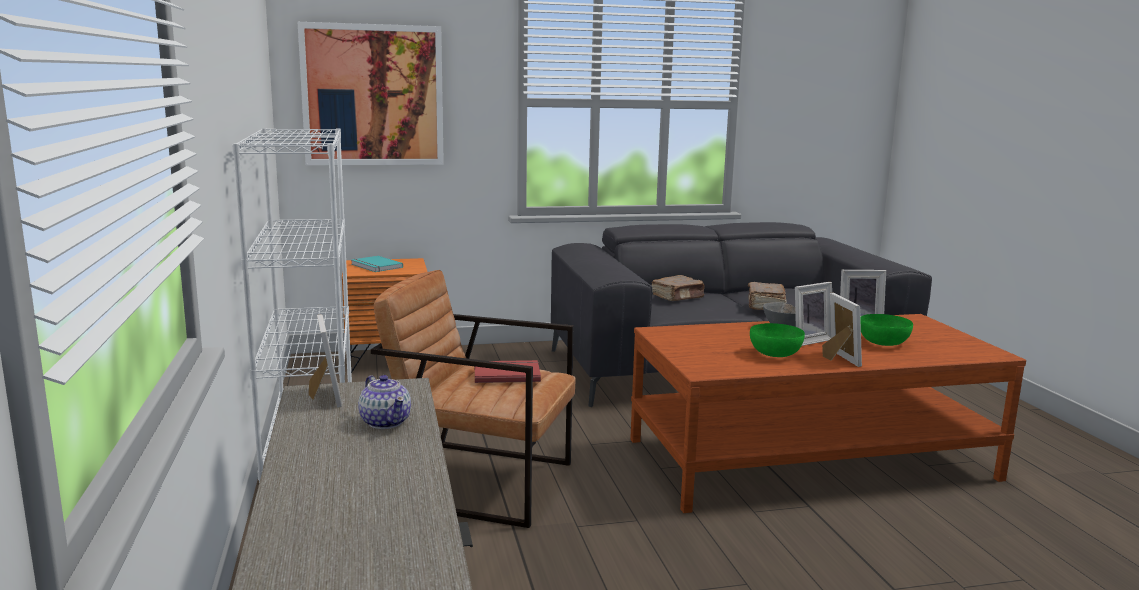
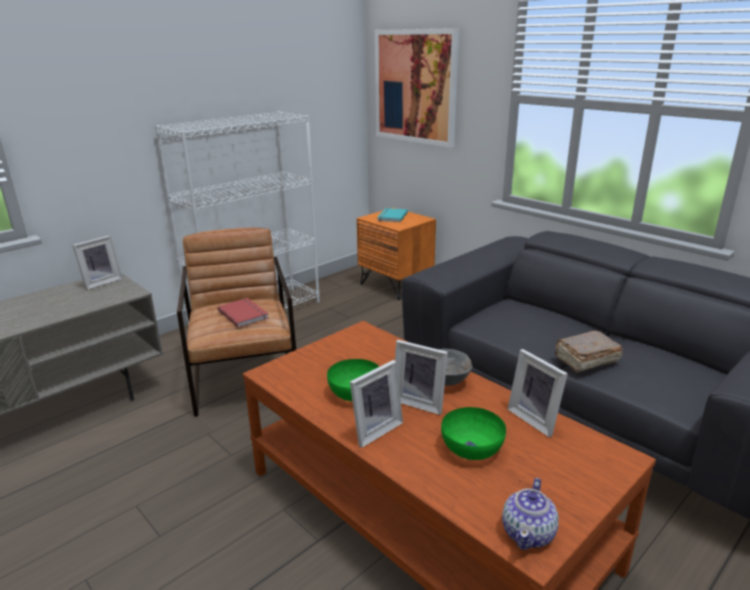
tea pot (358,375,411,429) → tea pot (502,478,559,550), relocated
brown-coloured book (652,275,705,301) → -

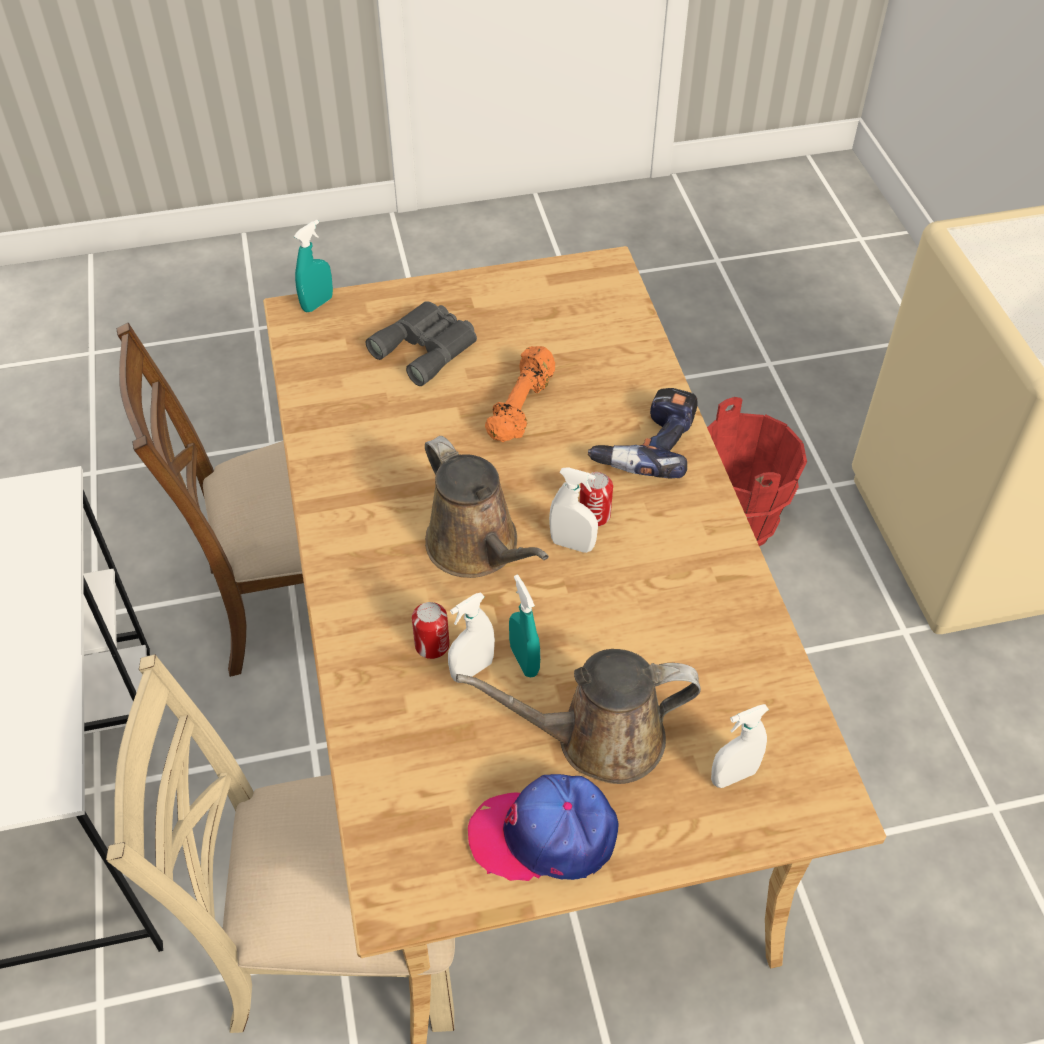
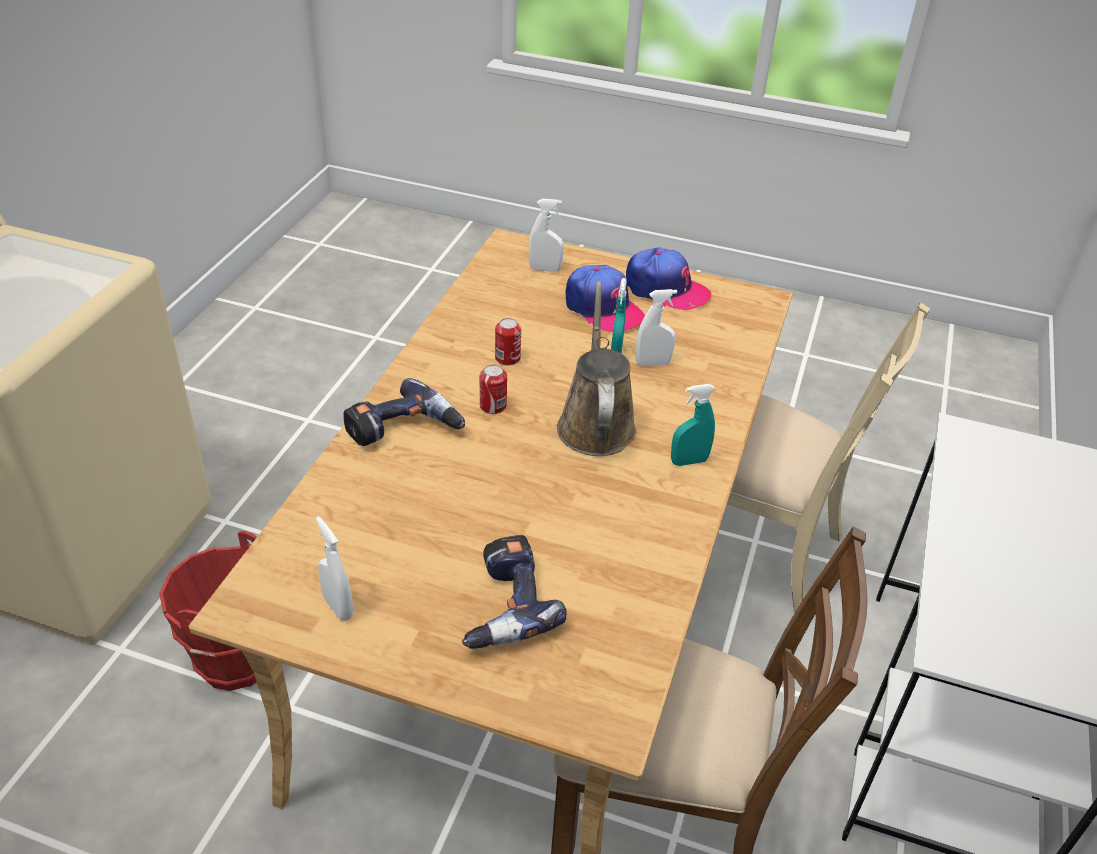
blue-green hand sprayer (294,220,333,312) → blue-green hand sprayer (671,384,715,466), relocated
gray pair of binoculars (366,301,477,386) → electric drill (462,535,567,649)
metal can (412,602,449,659) → metal can (495,318,521,366), relocated
brown-coloured watering can (456,649,701,784) → peaked cap (566,265,645,332)
orange-coloured dumbbell (485,346,555,442) → -
whitish hand sprayer (549,467,598,553) → whitish hand sprayer (316,516,353,621), relocated

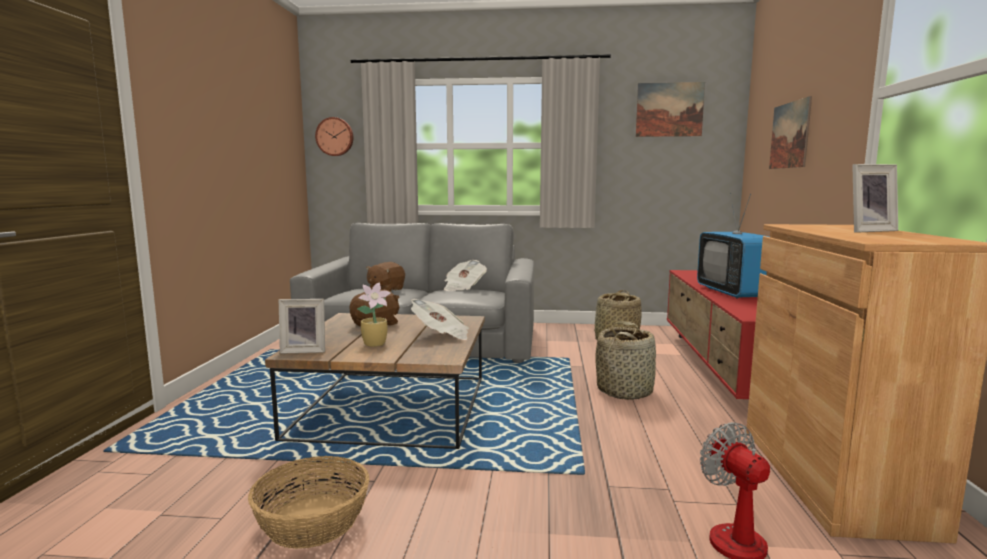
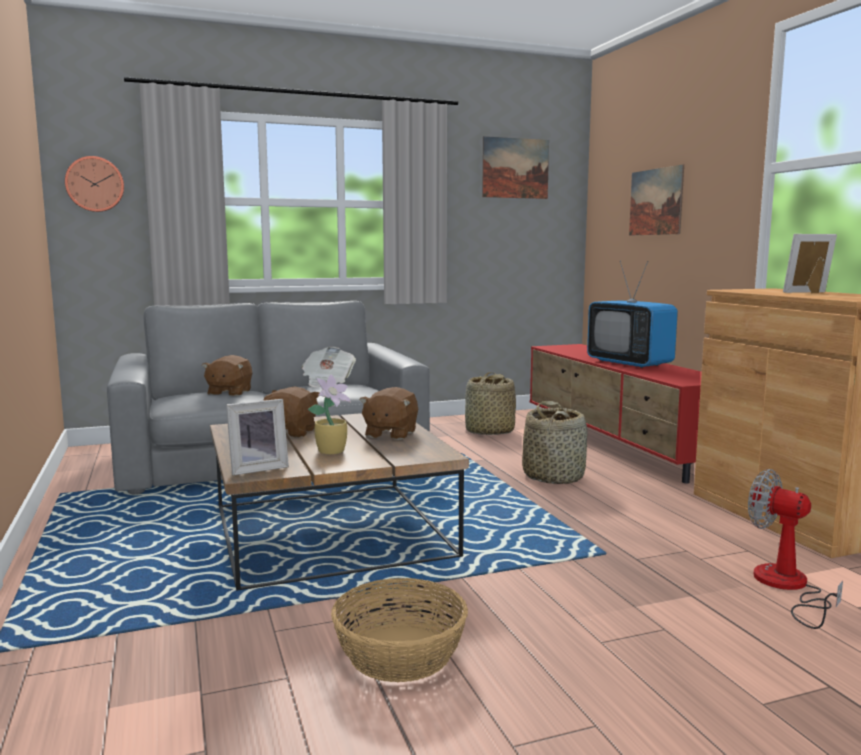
newspaper (411,299,469,340) → brown-coloured cuddly toy (359,387,418,440)
photo frame (852,164,898,233) → photo frame (783,234,837,293), 150 degrees counterclockwise

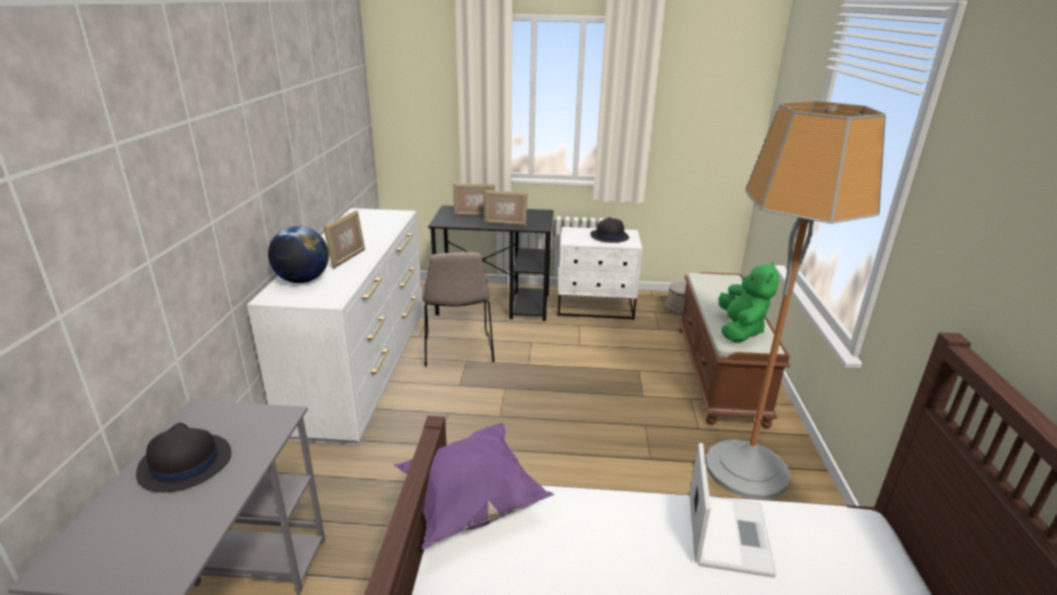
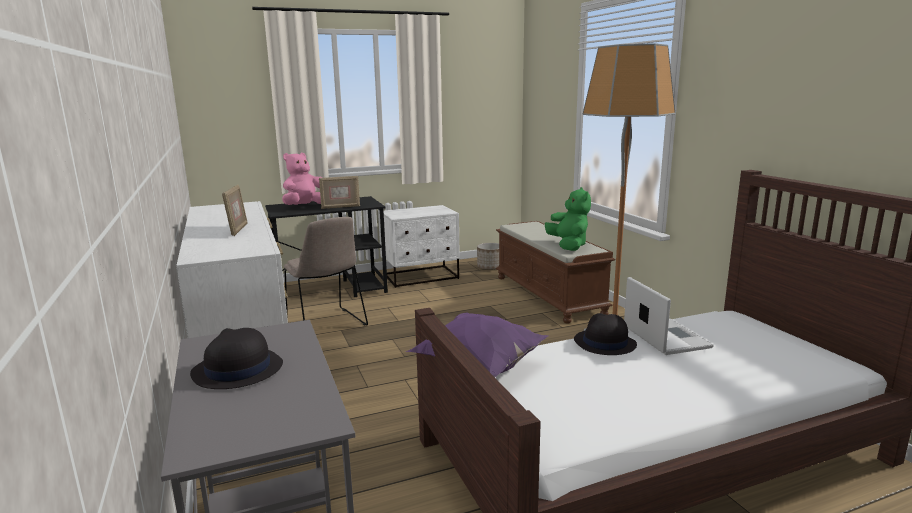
world globe (268,226,329,283) → -
photo frame (453,183,495,216) → pink-coloured cuddly toy (282,153,323,205)
black-coloured wearable hat (590,217,629,243) → black-coloured wearable hat (574,313,637,355), relocated

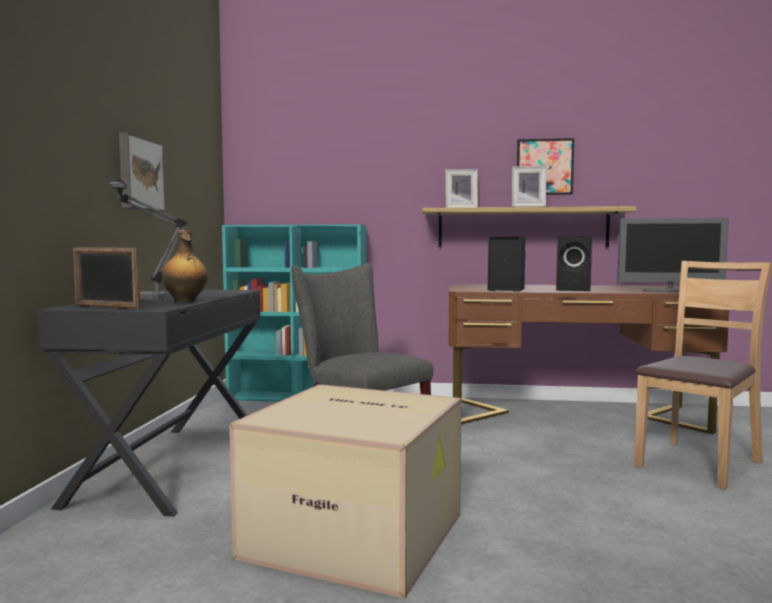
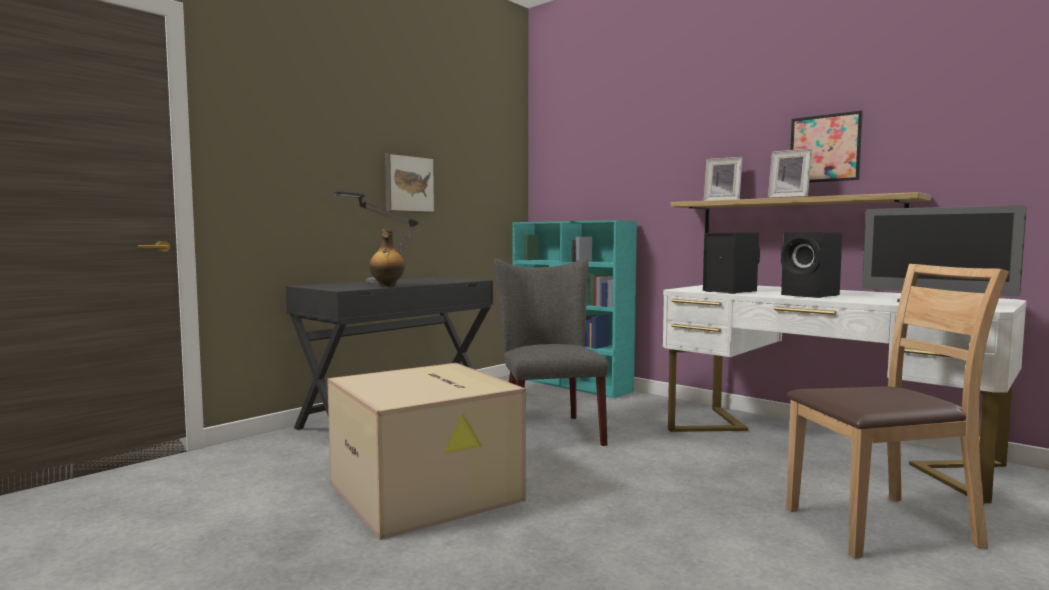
photo frame (73,247,141,309) → -
brown-coloured desk table (448,284,729,434) → whitish desk table (663,285,1027,503)

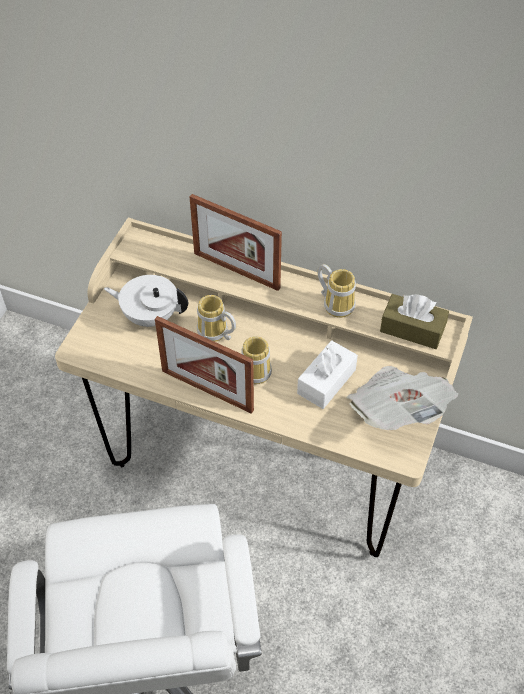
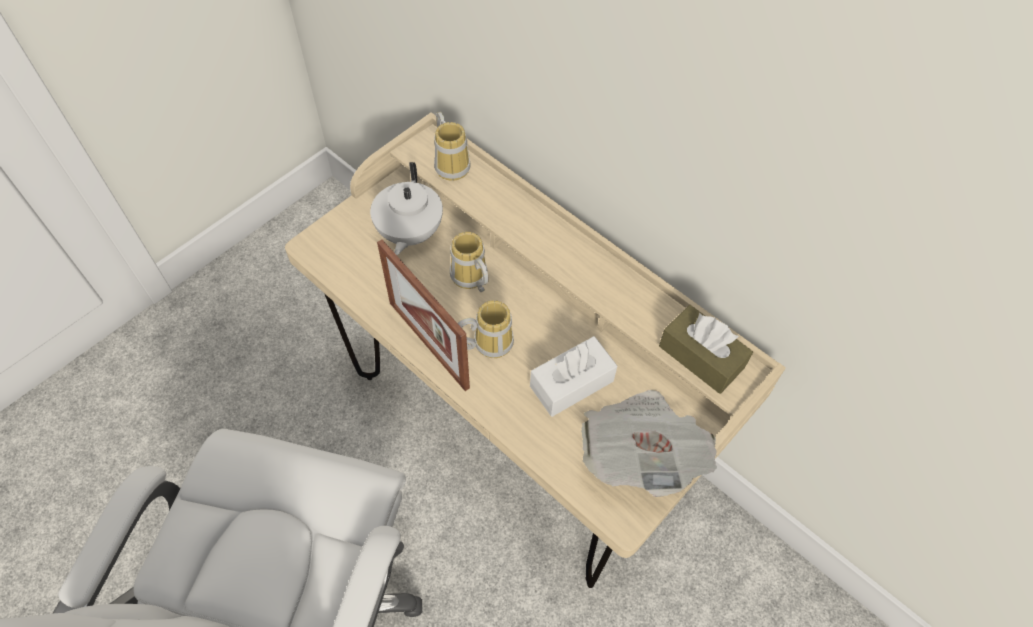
whitish tea pot (104,275,188,327) → whitish tea pot (370,162,443,255), 120 degrees counterclockwise
photo frame (189,194,282,291) → -
coffee mug (317,264,356,318) → coffee mug (434,112,471,181), relocated

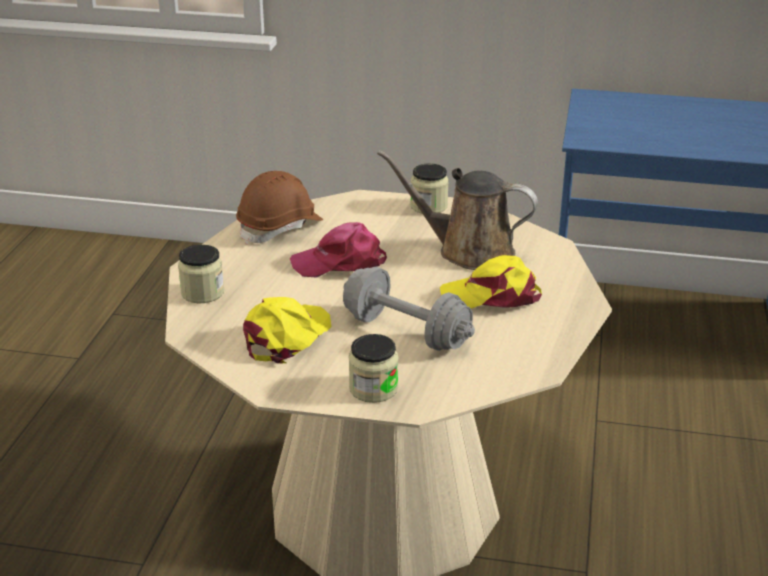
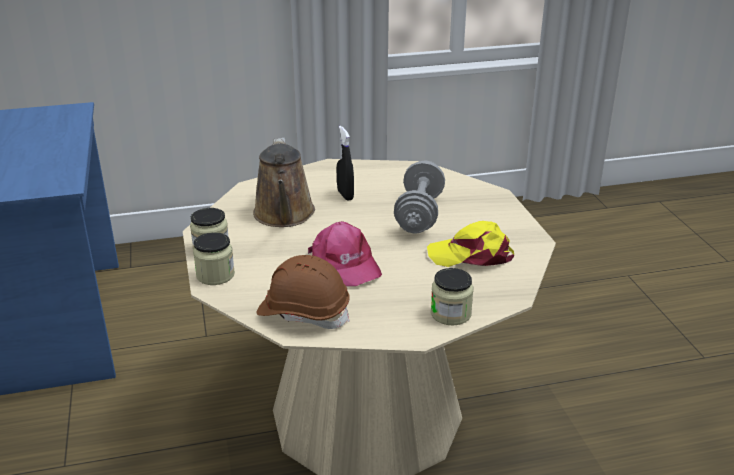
preserve jar (349,334,399,403) → preserve jar (193,232,235,285), relocated
yellow-coloured peaked cap (440,255,542,309) → black-coloured hand sprayer (337,126,354,201)

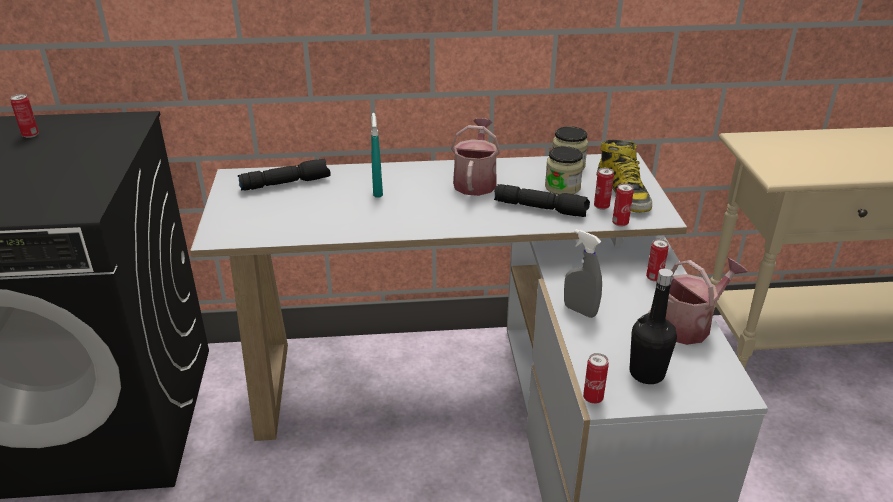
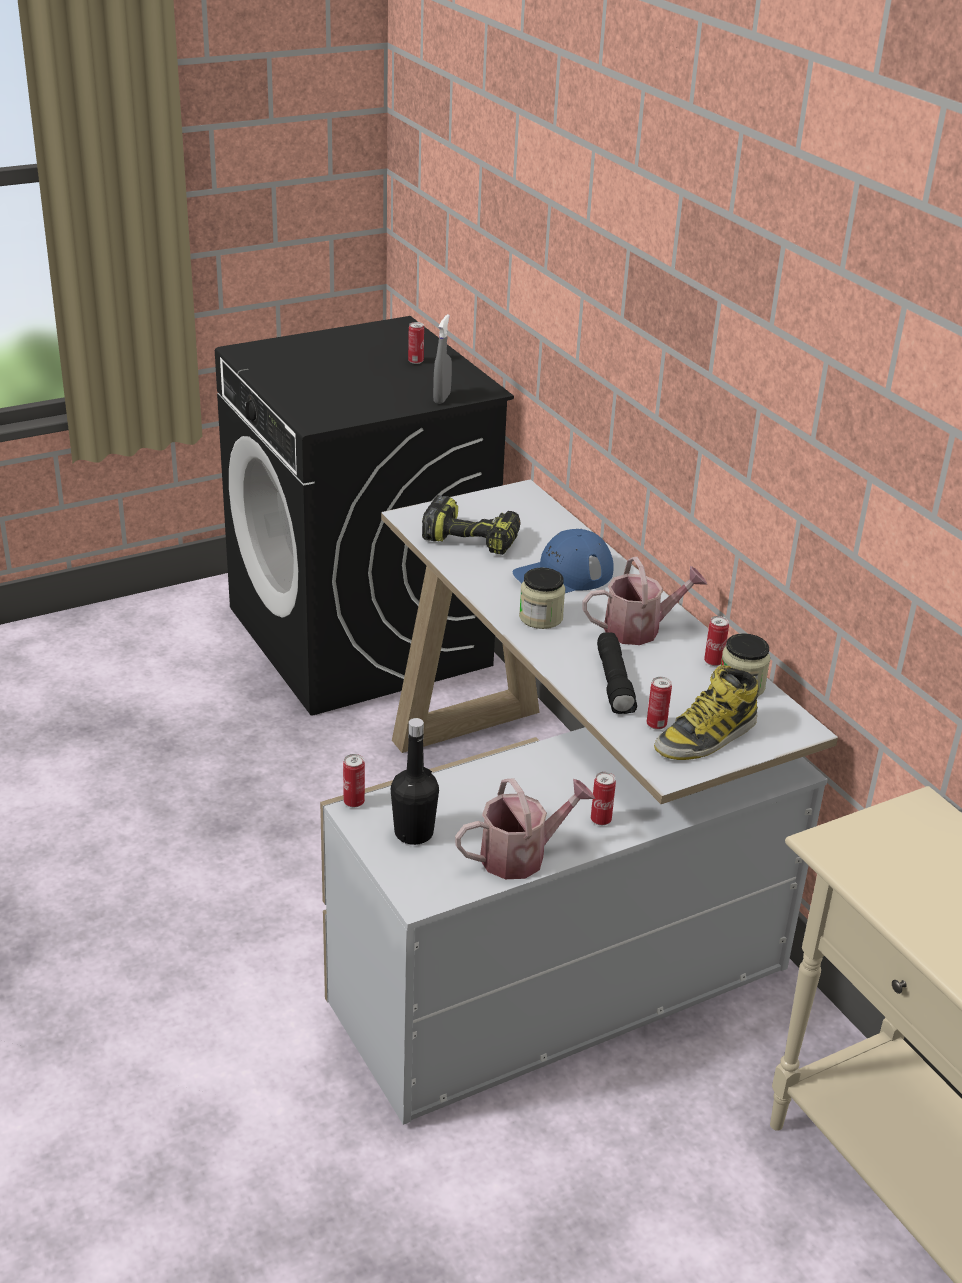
black-coloured torch (238,159,331,191) → -
blue-green hand sprayer (371,113,383,198) → blue-coloured peaked cap (513,529,614,593)
preserve jar (545,146,584,195) → preserve jar (519,567,565,629), relocated
gray hand sprayer (564,229,602,318) → gray hand sprayer (433,314,452,404), relocated
metal can (612,183,634,227) → metal can (704,616,729,666), relocated
watering can (648,258,747,345) → watering can (455,778,595,879), 60 degrees counterclockwise
- → electric drill (422,495,521,555)

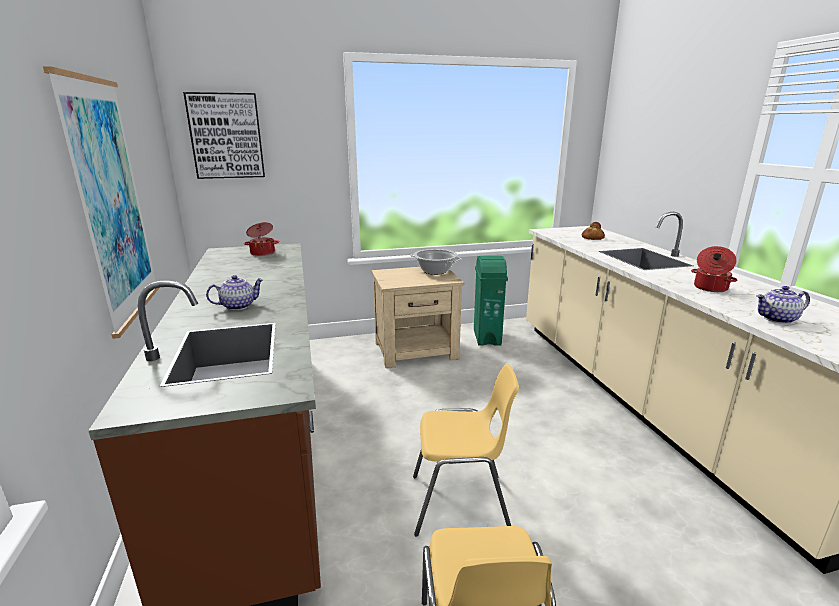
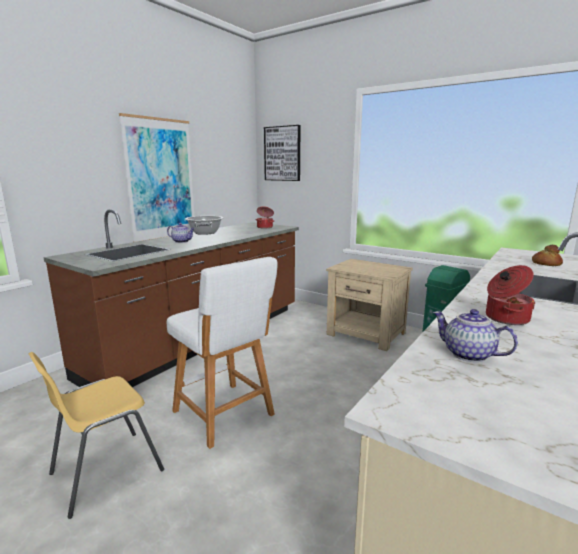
saucepot (410,249,462,275) → saucepot (185,216,223,235), relocated
yellow-coloured chair (413,364,519,537) → whitish sitting stool (167,257,278,449)

